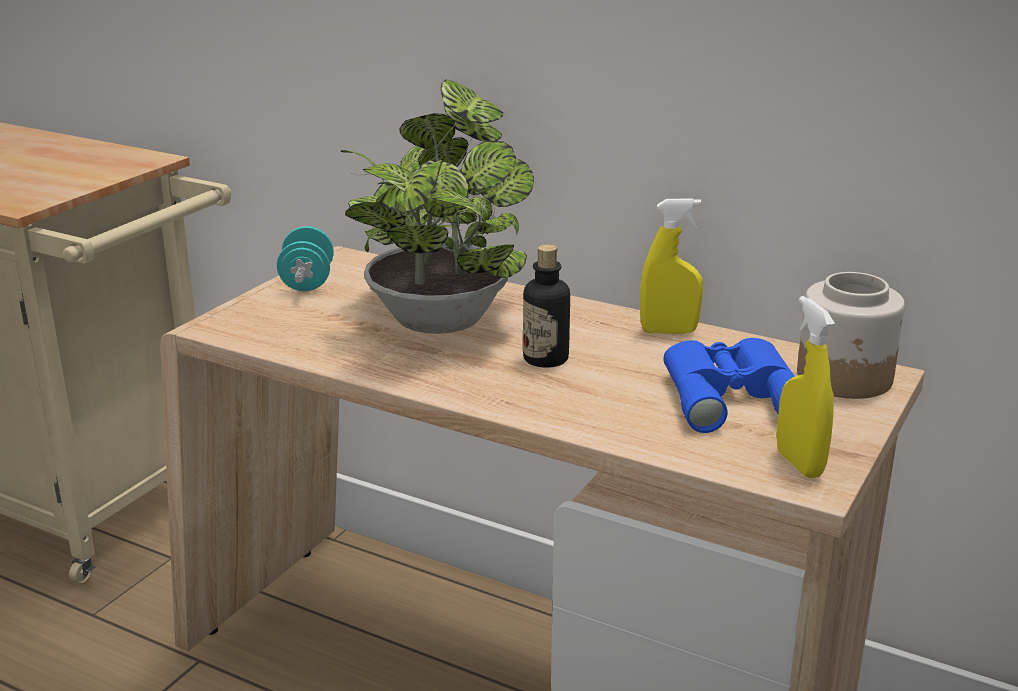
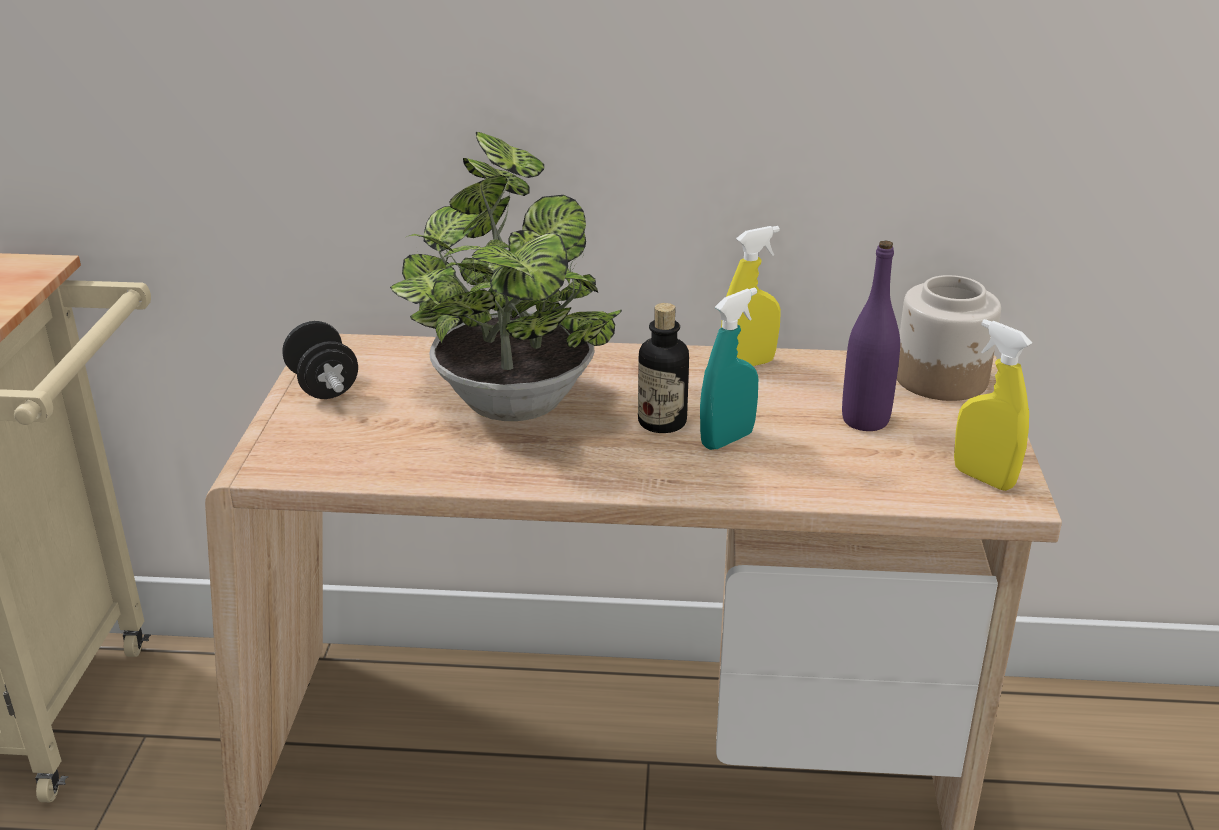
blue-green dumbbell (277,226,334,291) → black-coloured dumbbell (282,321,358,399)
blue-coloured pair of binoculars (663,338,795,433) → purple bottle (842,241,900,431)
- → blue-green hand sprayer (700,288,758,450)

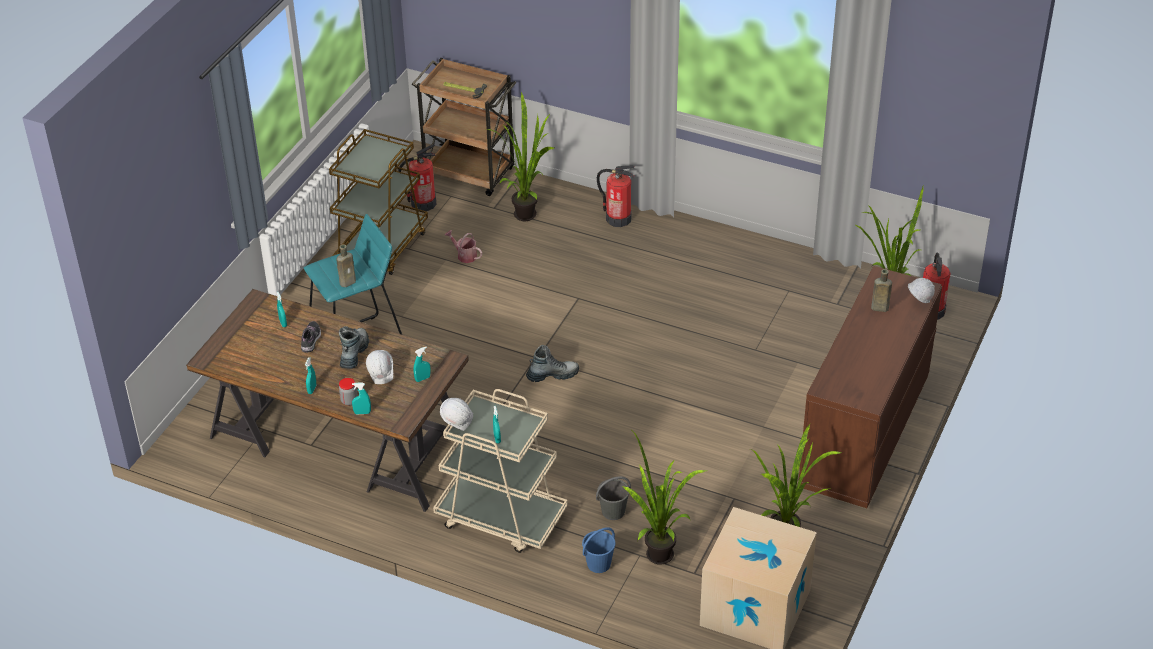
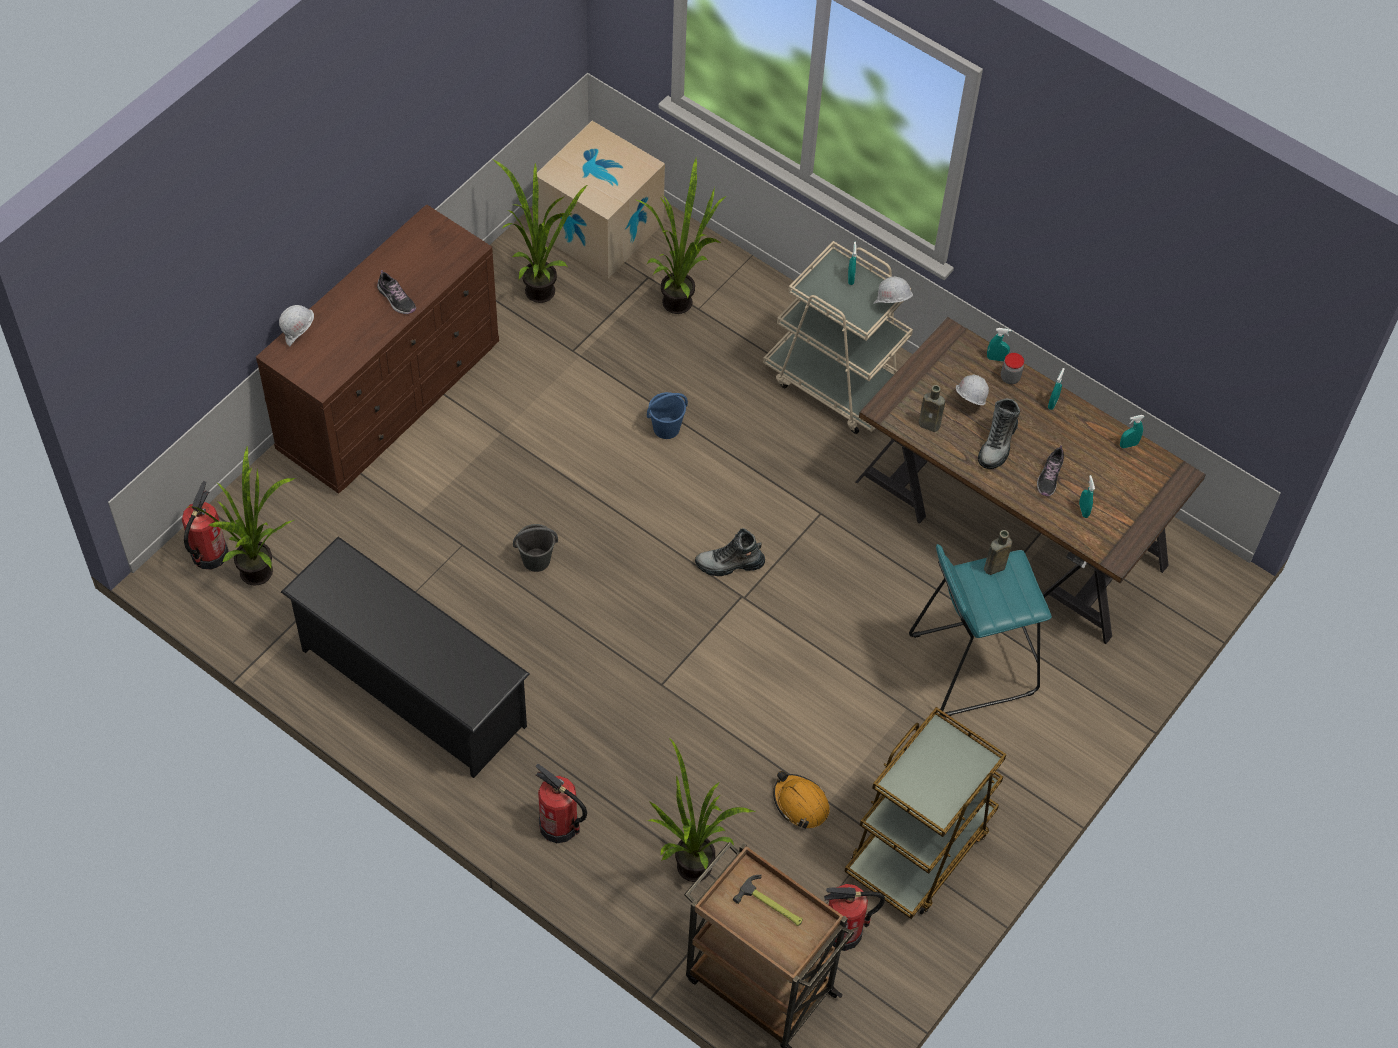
blue-green hand sprayer (413,347,431,382) → blue-green hand sprayer (1120,415,1144,448), relocated
watering can (445,230,482,263) → orange-coloured safety helmet (773,771,830,829)
blue-coloured bucket (582,527,615,573) → blue-coloured bucket (647,392,688,439), relocated
gray bucket (596,476,631,520) → gray bucket (513,524,558,572), relocated
brown-coloured bottle (871,269,892,312) → brown-coloured bottle (919,385,945,432), relocated
- → black-coloured shoe rack (281,537,530,778)
- → low shoe (377,270,416,314)

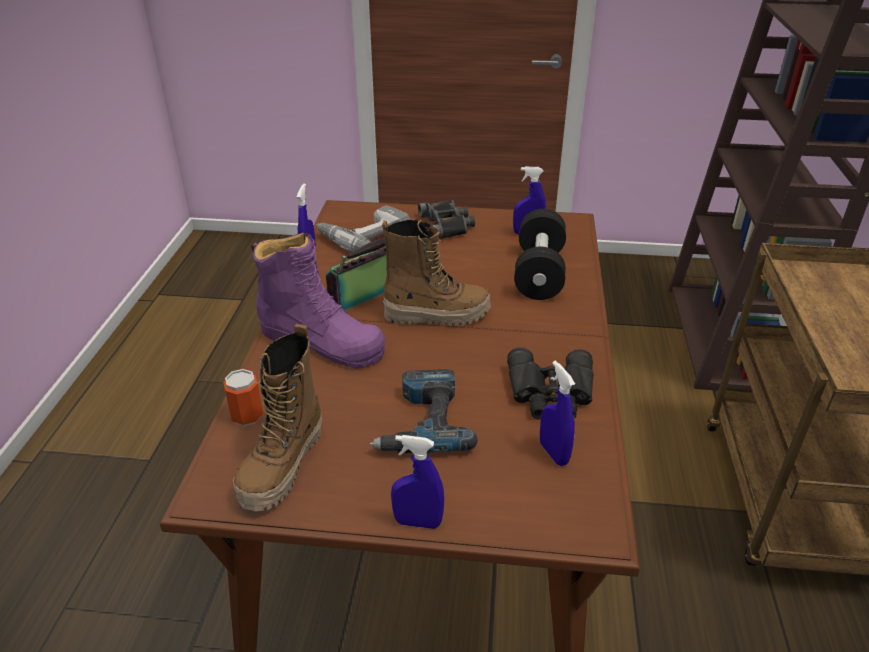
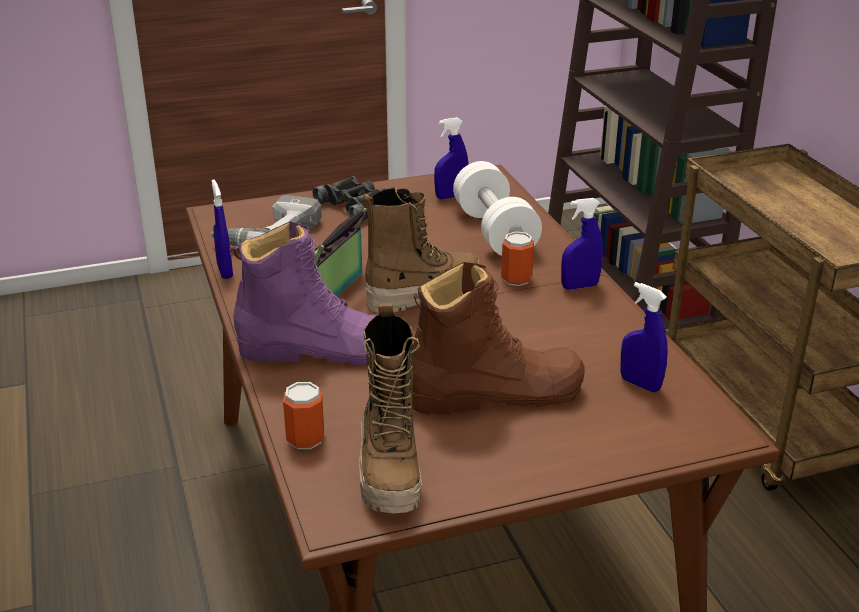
electric drill (369,369,478,453) → brown-coloured tall boot (412,262,585,415)
blue-coloured hand sprayer (391,435,444,529) → blue-coloured hand sprayer (561,198,603,290), relocated
black-coloured pair of binoculars (507,348,594,420) → -
black-coloured dumbbell (514,209,566,300) → whitish dumbbell (453,161,542,256)
- → metal can (501,231,534,286)

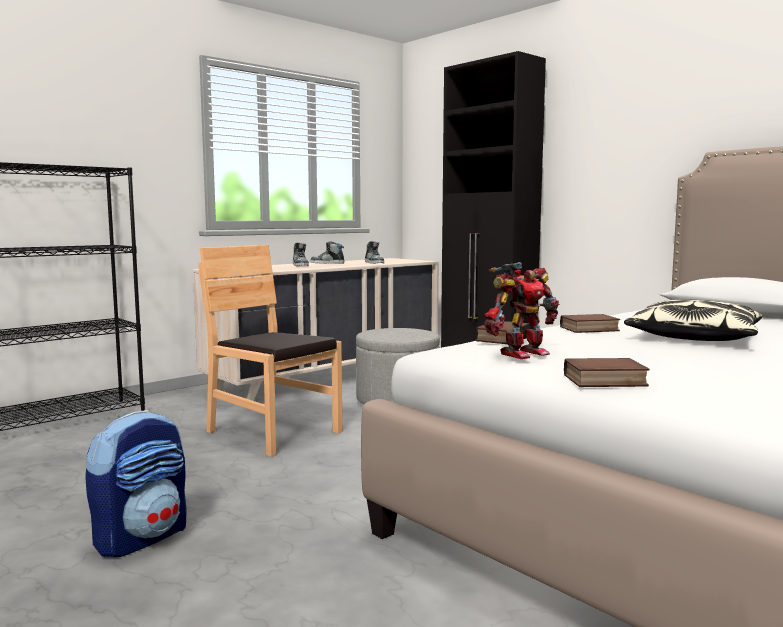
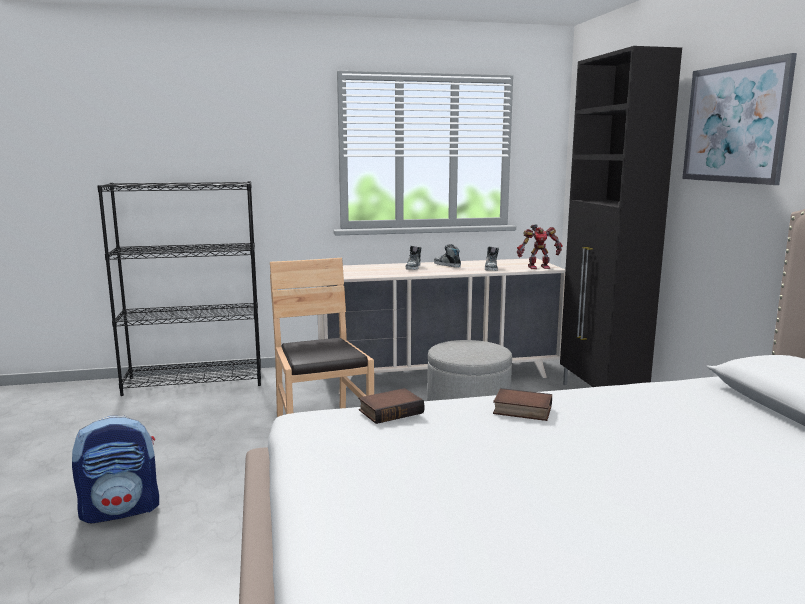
model robot (484,262,559,359) → model robot (517,224,563,269), relocated
book (564,358,650,387) → -
cushion (624,299,763,341) → -
- → wall art (682,53,797,185)

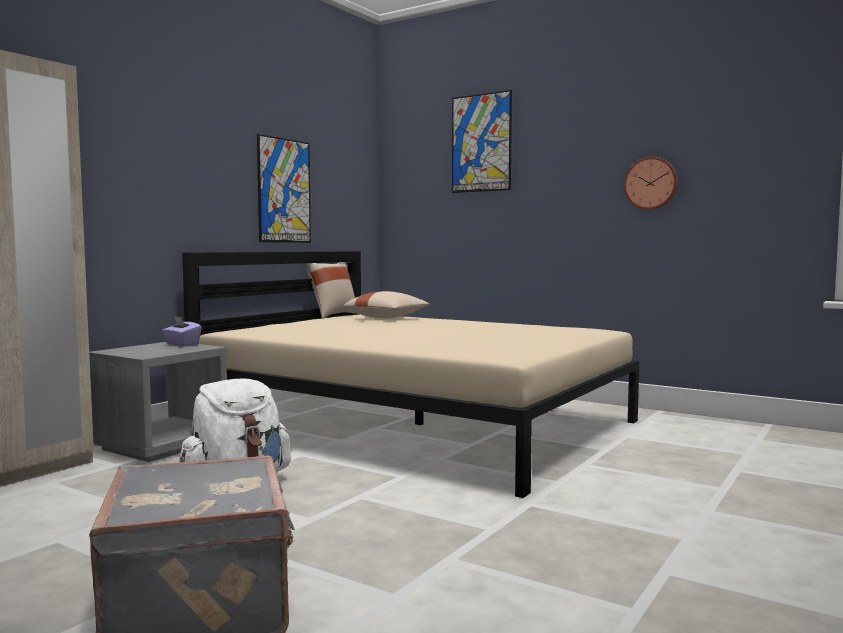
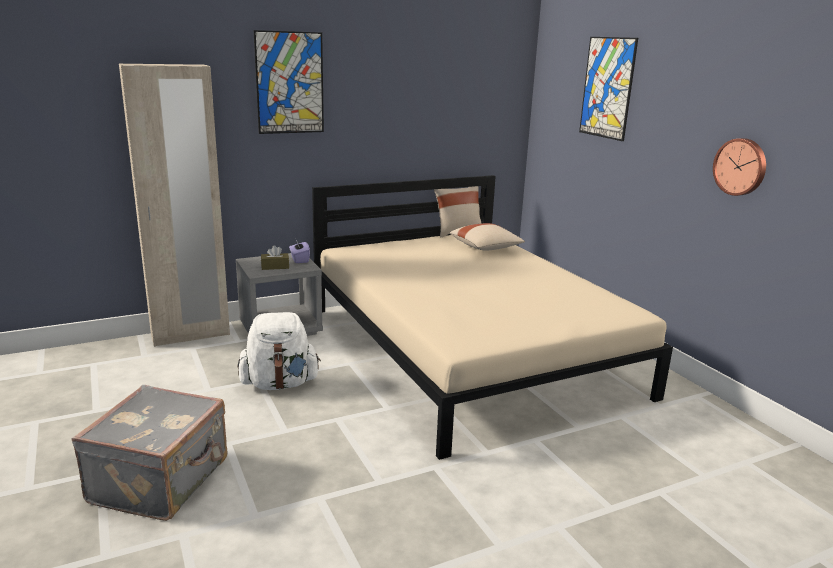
wall art (257,134,311,243) → wall art (254,30,324,134), relocated
- → brown-coloured tissue holder (261,245,289,270)

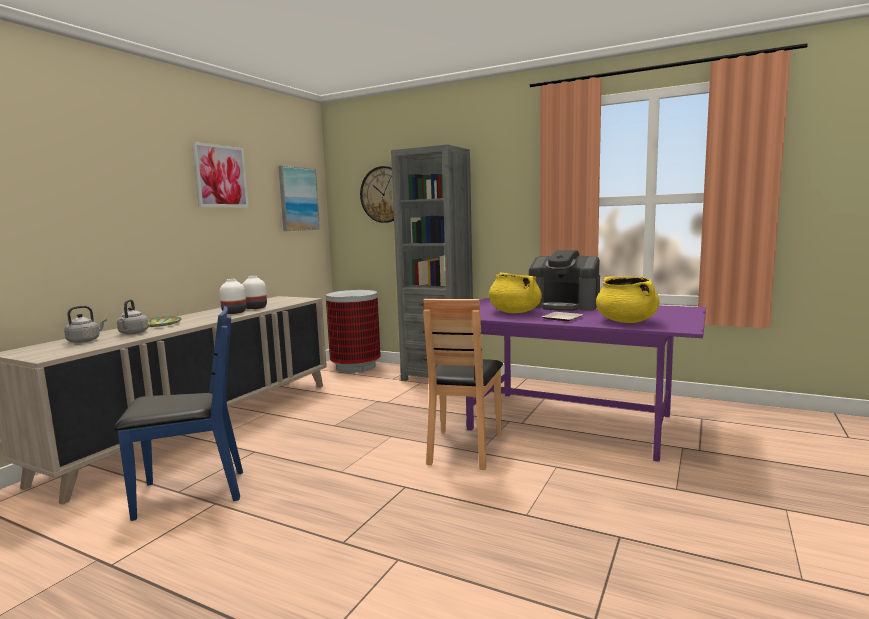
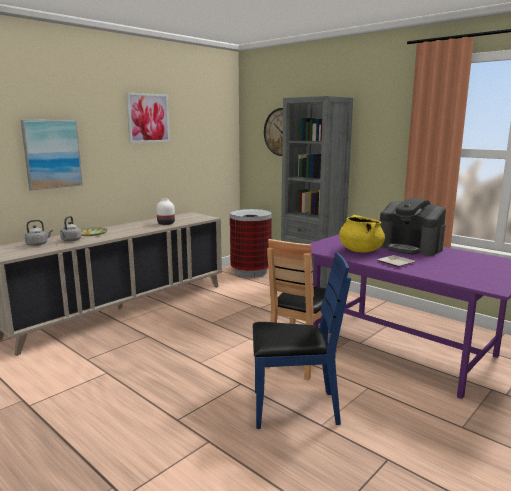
blue-coloured chair (114,306,243,521) → blue-coloured chair (253,252,351,429), relocated
whitish decorative vase (220,279,246,314) → -
wall art (278,165,320,231) → wall art (21,120,83,190), relocated
yellow-coloured saucepot (596,276,660,323) → -

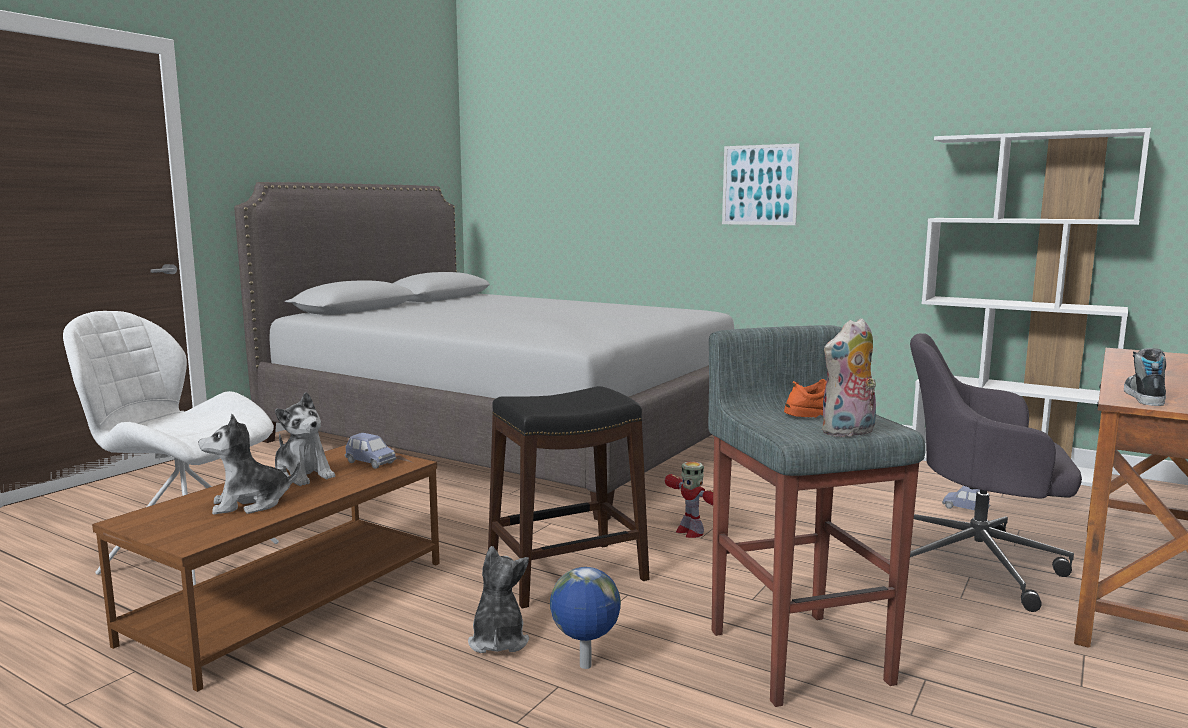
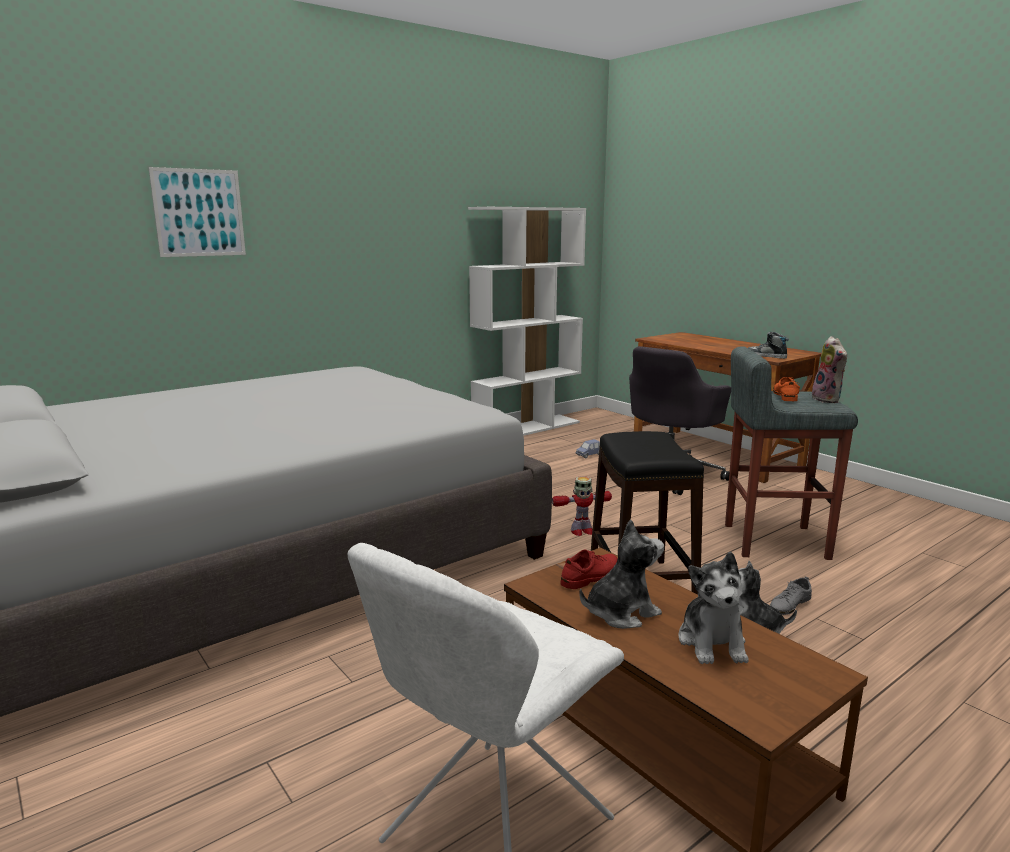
blue-coloured toy car (345,433,397,469) → reddish low shoe (560,549,617,589)
world globe (550,567,621,669) → gray low shoe (770,576,812,615)
wall art (722,144,800,225) → wall art (148,167,246,257), relocated

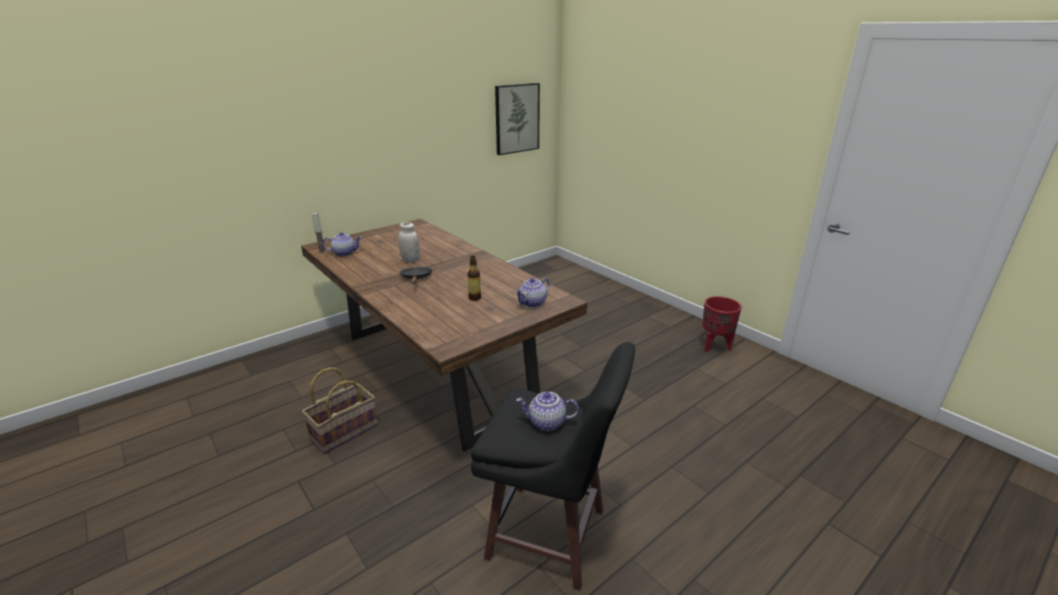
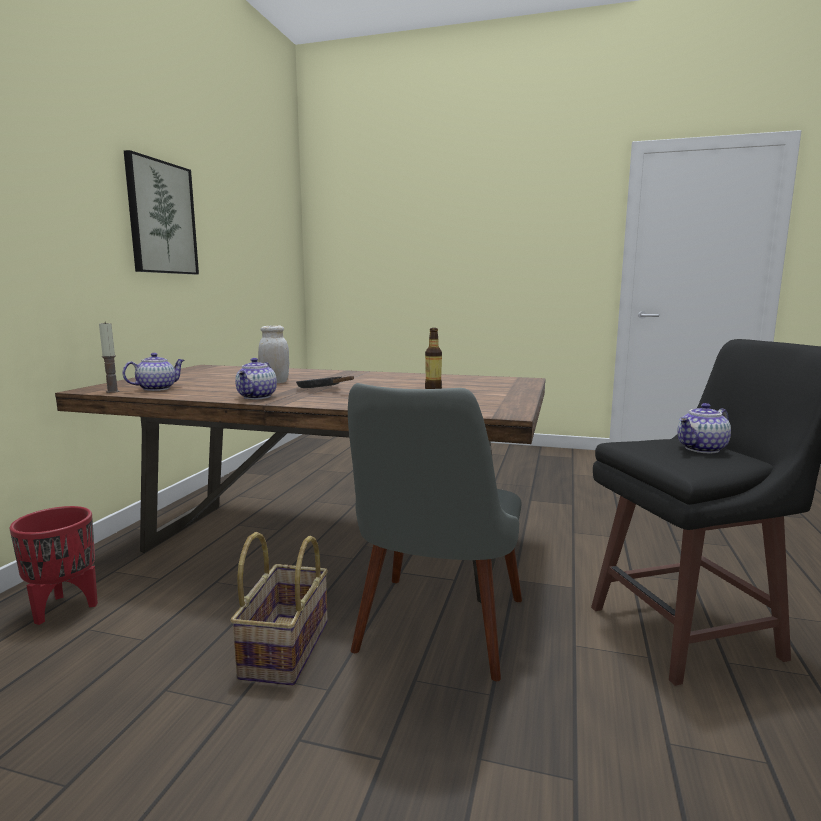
wall art (495,83,540,155) → wall art (124,150,199,274), relocated
tea pot (515,278,550,307) → tea pot (235,358,277,400), relocated
reddish plant pot (702,296,742,352) → reddish plant pot (9,506,98,625), relocated
- → gray chair (348,383,522,681)

